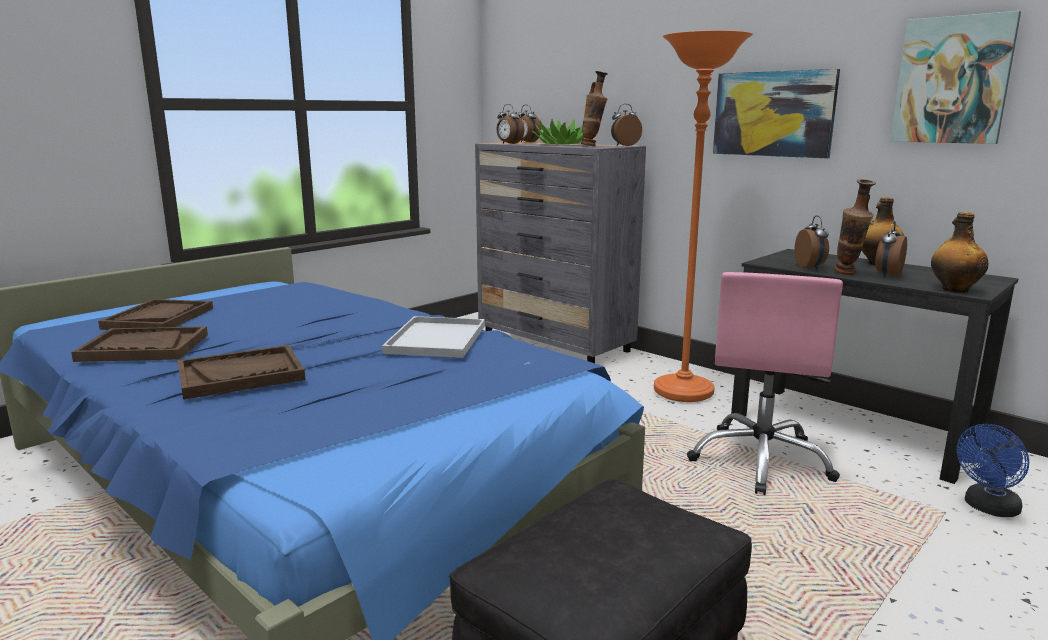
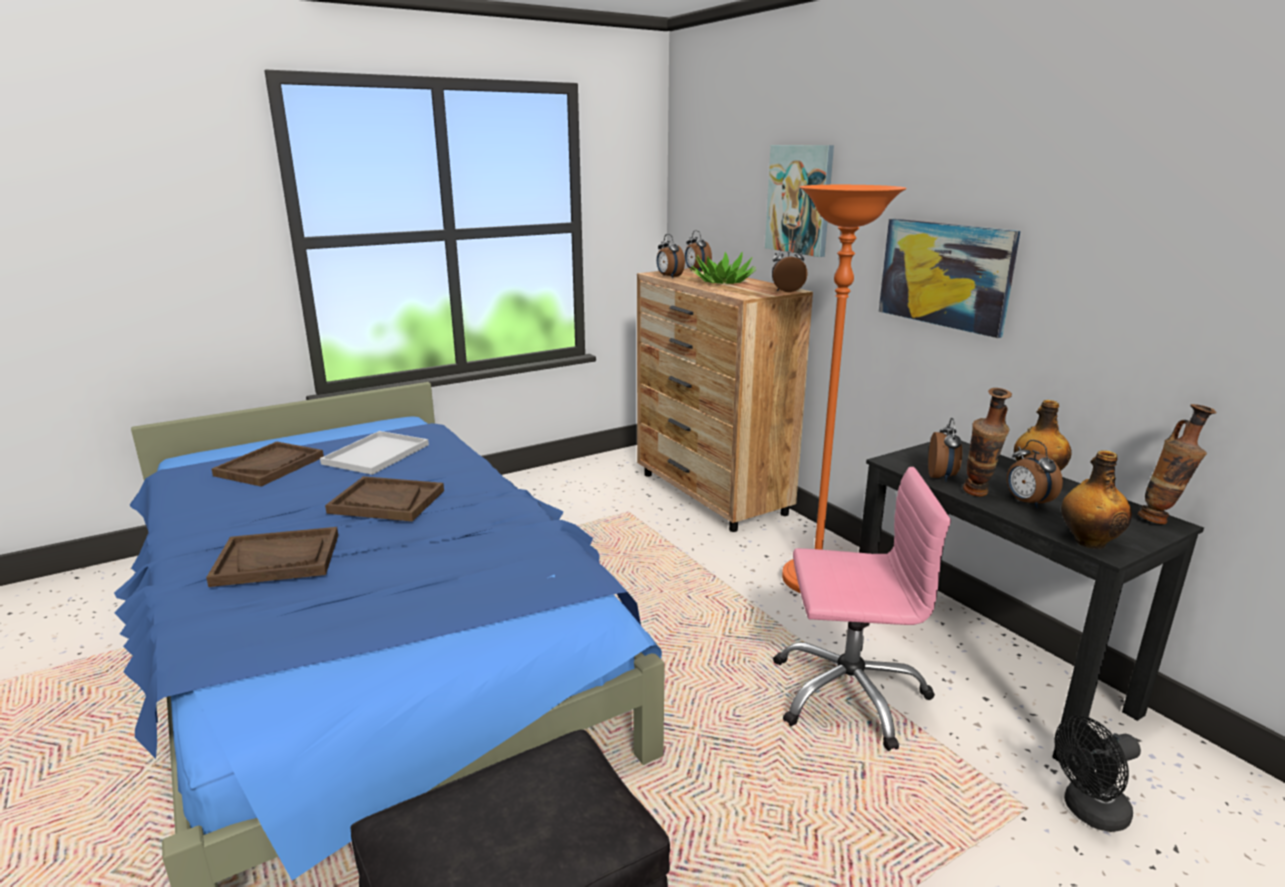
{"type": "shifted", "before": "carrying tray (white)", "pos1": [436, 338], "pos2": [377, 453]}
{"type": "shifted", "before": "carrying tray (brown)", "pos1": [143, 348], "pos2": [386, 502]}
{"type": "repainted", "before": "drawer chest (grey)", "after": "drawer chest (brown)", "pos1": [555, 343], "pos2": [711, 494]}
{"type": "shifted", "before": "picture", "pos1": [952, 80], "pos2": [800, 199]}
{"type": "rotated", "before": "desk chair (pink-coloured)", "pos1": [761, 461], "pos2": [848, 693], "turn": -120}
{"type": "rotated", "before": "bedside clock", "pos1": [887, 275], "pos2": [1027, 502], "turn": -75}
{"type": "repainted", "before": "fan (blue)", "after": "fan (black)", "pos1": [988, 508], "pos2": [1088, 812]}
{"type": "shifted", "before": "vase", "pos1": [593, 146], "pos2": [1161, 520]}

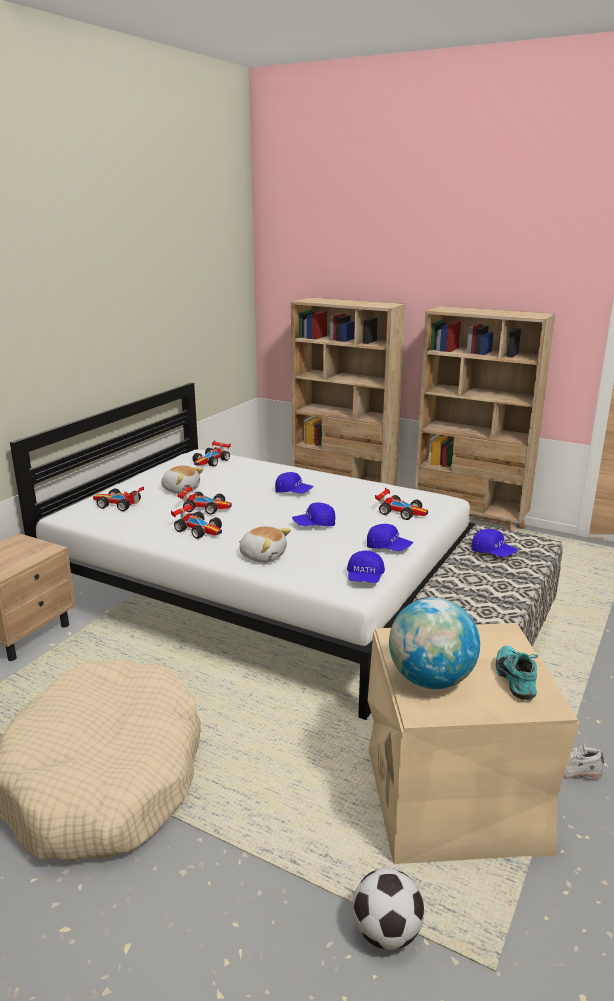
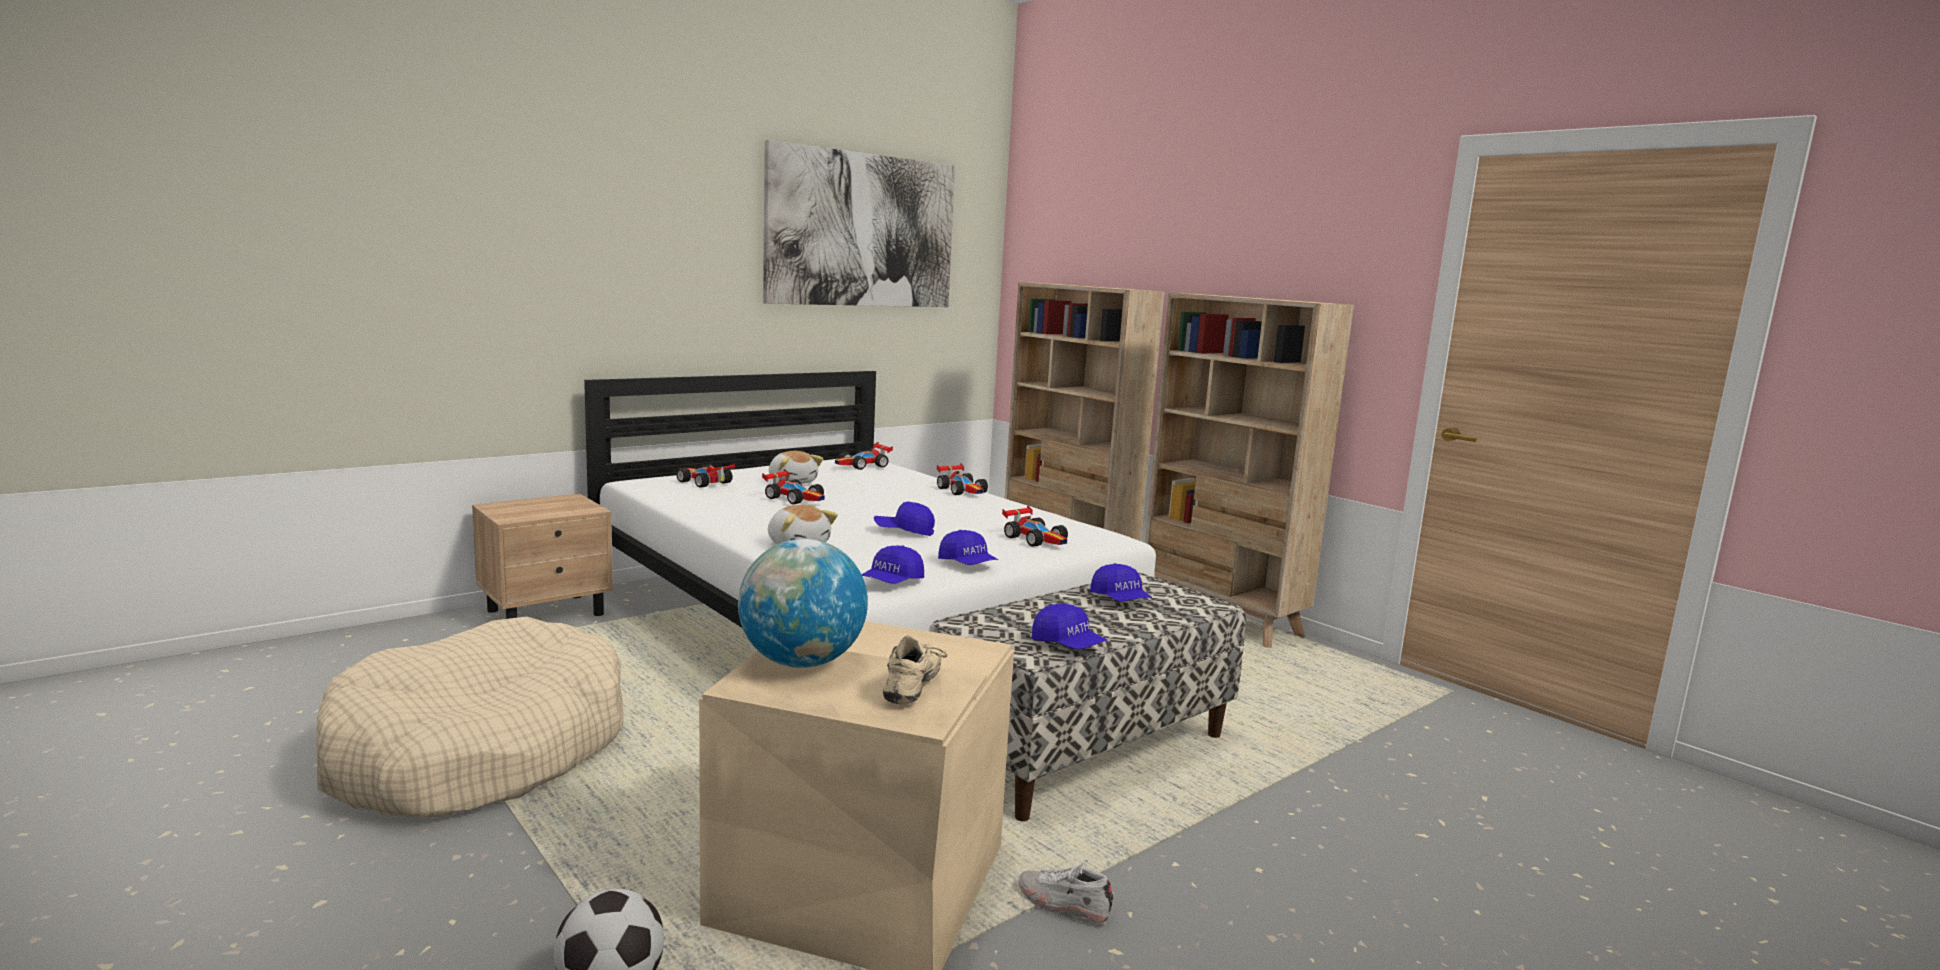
{"type": "new", "after": "picture", "pos2": [862, 230]}
{"type": "repainted", "before": "low shoe (turquoise-coloured)", "after": "low shoe (beige)", "pos1": [517, 680], "pos2": [916, 686]}
{"type": "shifted", "before": "model car", "pos1": [199, 530], "pos2": [963, 490]}
{"type": "shifted", "before": "baseball cap (blue)", "pos1": [293, 492], "pos2": [1068, 645]}

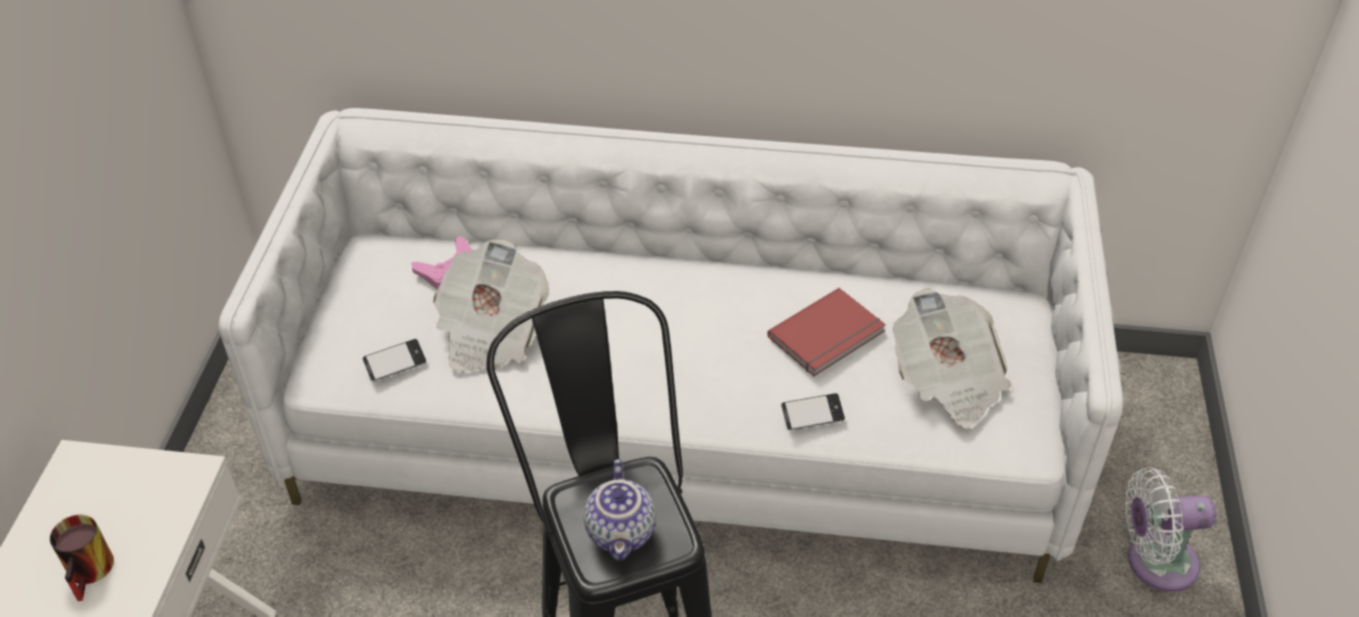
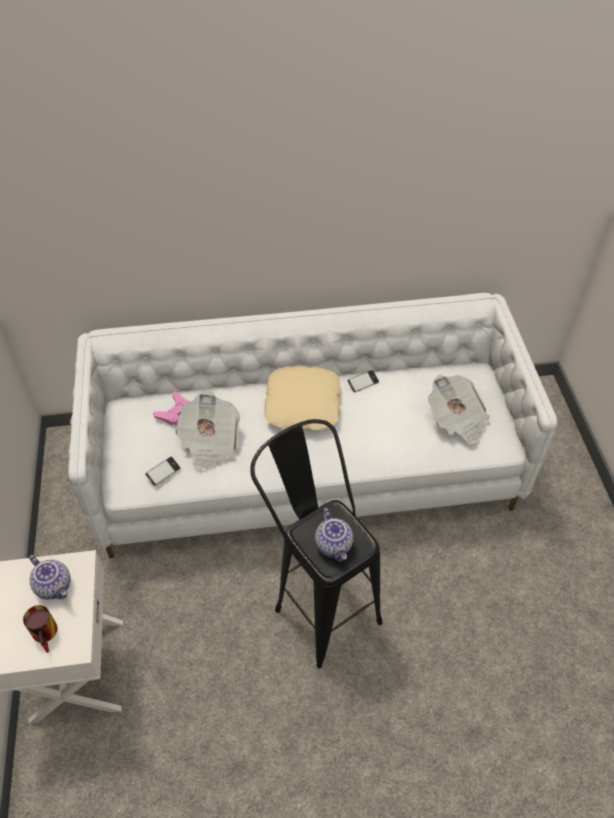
{"type": "new", "after": "pot for tea", "pos2": [55, 586]}
{"type": "new", "after": "throw pillow (beige)", "pos2": [303, 404]}
{"type": "shifted", "before": "telephone", "pos1": [812, 415], "pos2": [363, 383]}
{"type": "gone", "before": "book (red)", "pos1": [828, 336]}
{"type": "gone", "before": "fan (white)", "pos1": [1154, 562]}

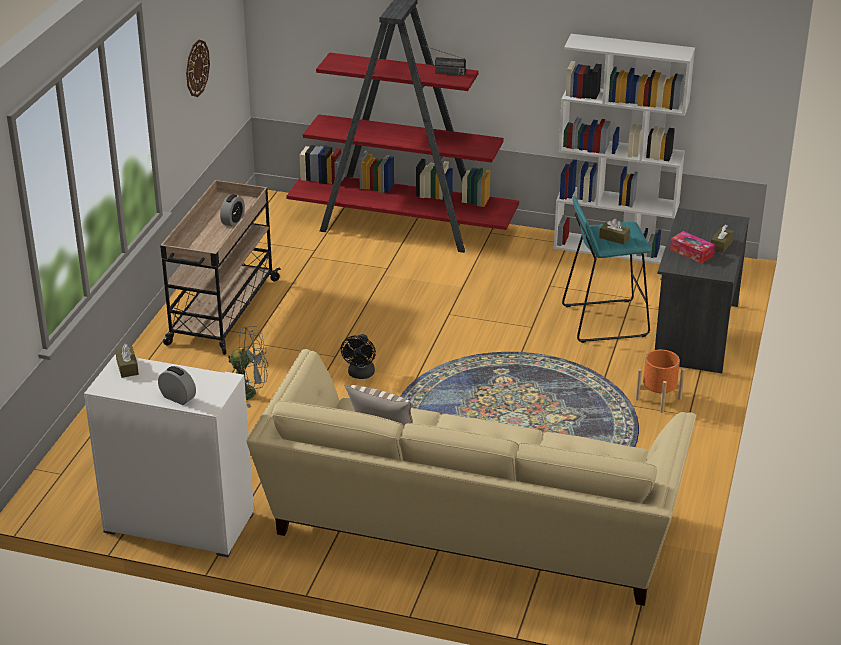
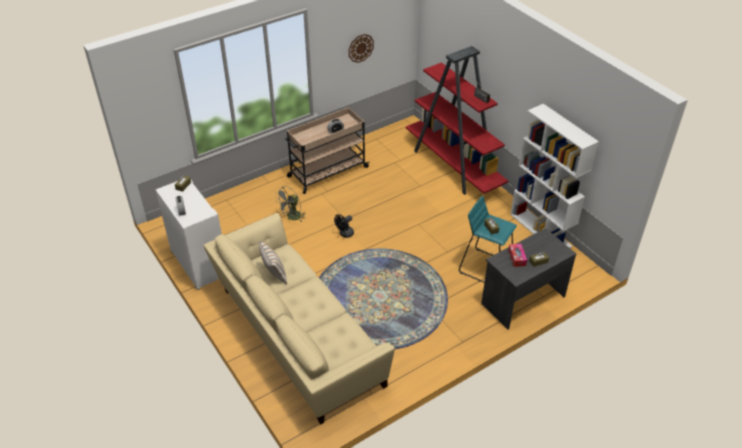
{"type": "rotated", "before": "fan (grey)", "pos1": [249, 393], "pos2": [292, 217], "turn": 90}
{"type": "gone", "before": "flower pot (orange-coloured)", "pos1": [658, 399]}

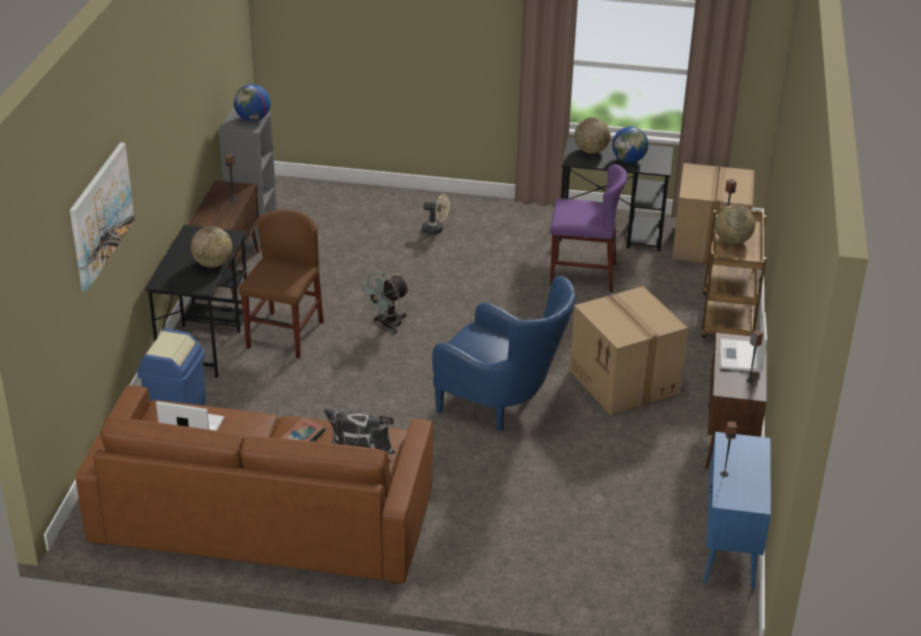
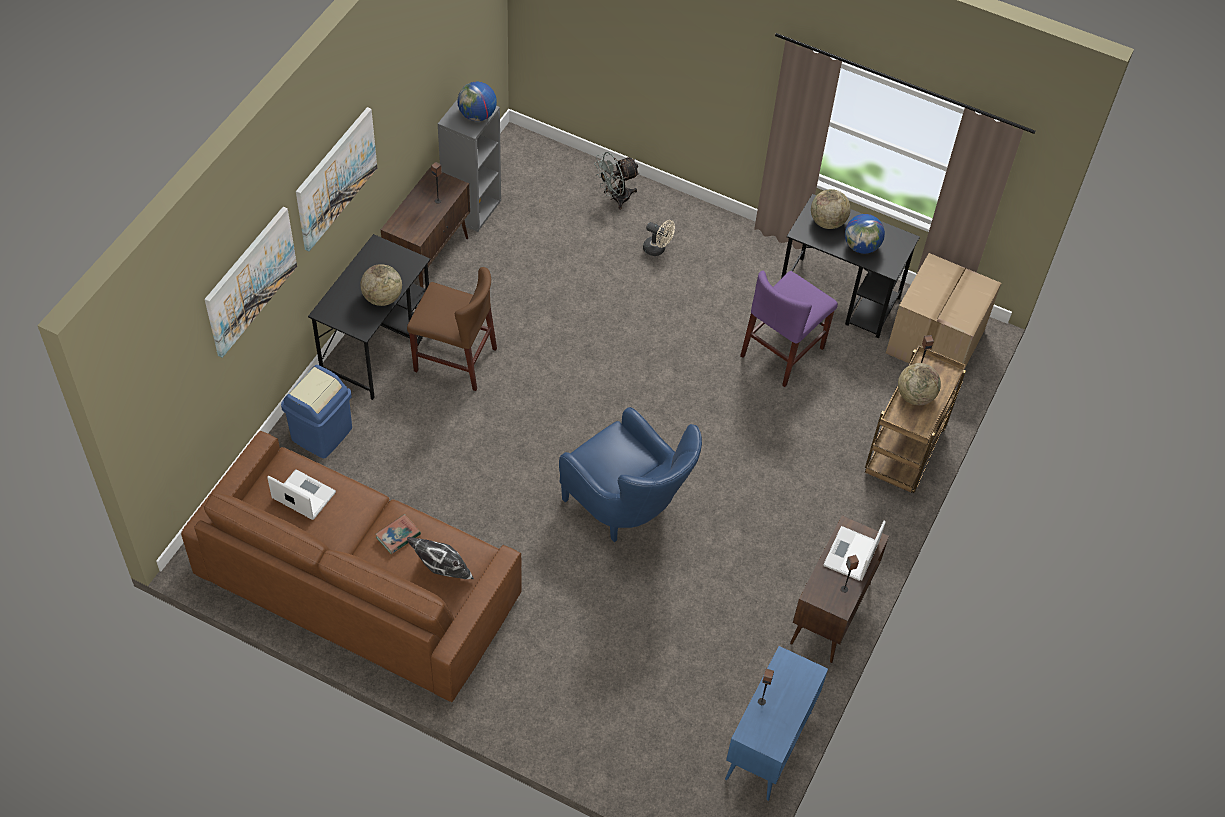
{"type": "new", "after": "picture", "pos2": [335, 178]}
{"type": "rotated", "before": "chair (brown)", "pos1": [285, 335], "pos2": [455, 360], "turn": 75}
{"type": "shifted", "before": "fan (grey)", "pos1": [387, 325], "pos2": [615, 198]}
{"type": "rotated", "before": "chair (purplish)", "pos1": [583, 274], "pos2": [782, 352], "turn": 105}
{"type": "gone", "before": "carton", "pos1": [626, 382]}

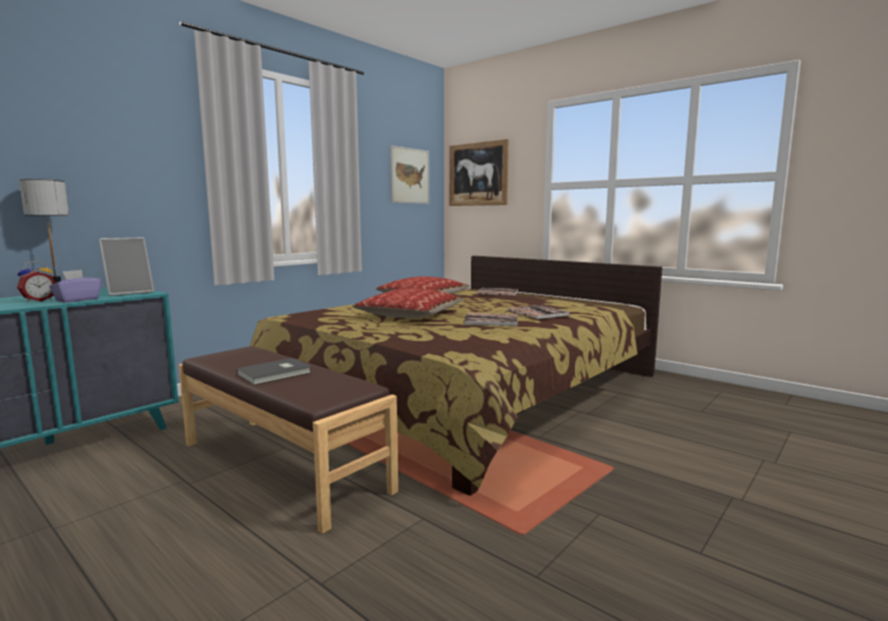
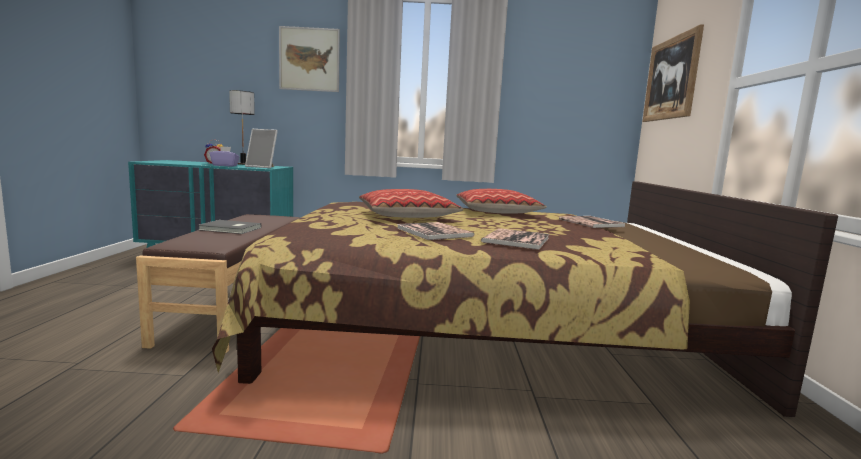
{"type": "shifted", "before": "picture", "pos1": [409, 176], "pos2": [309, 59]}

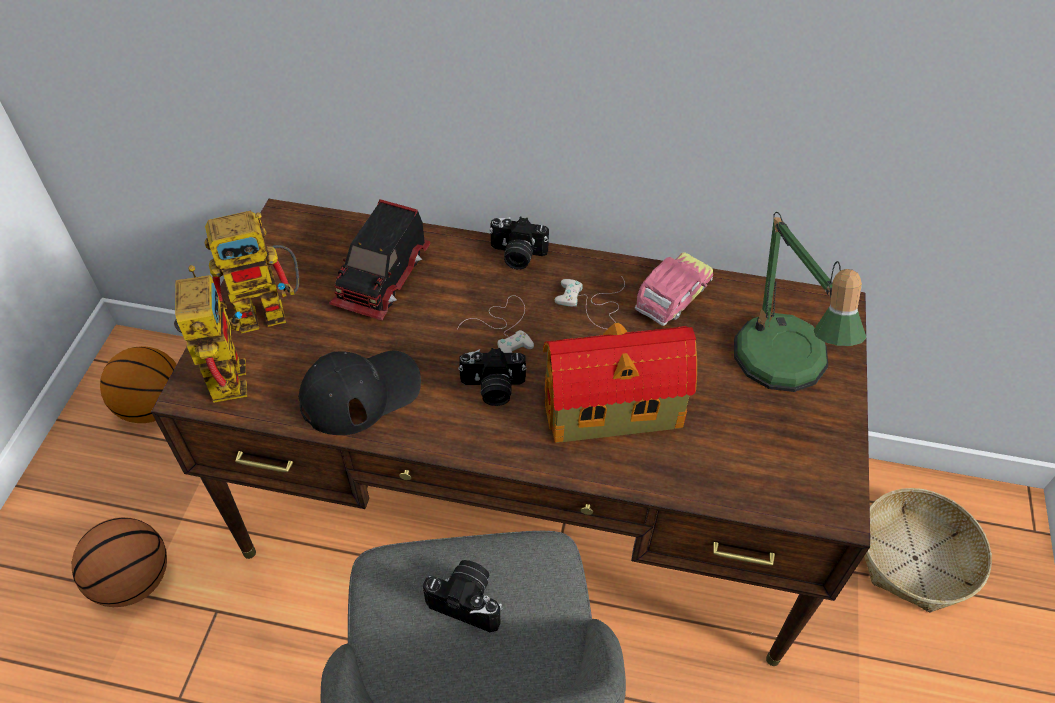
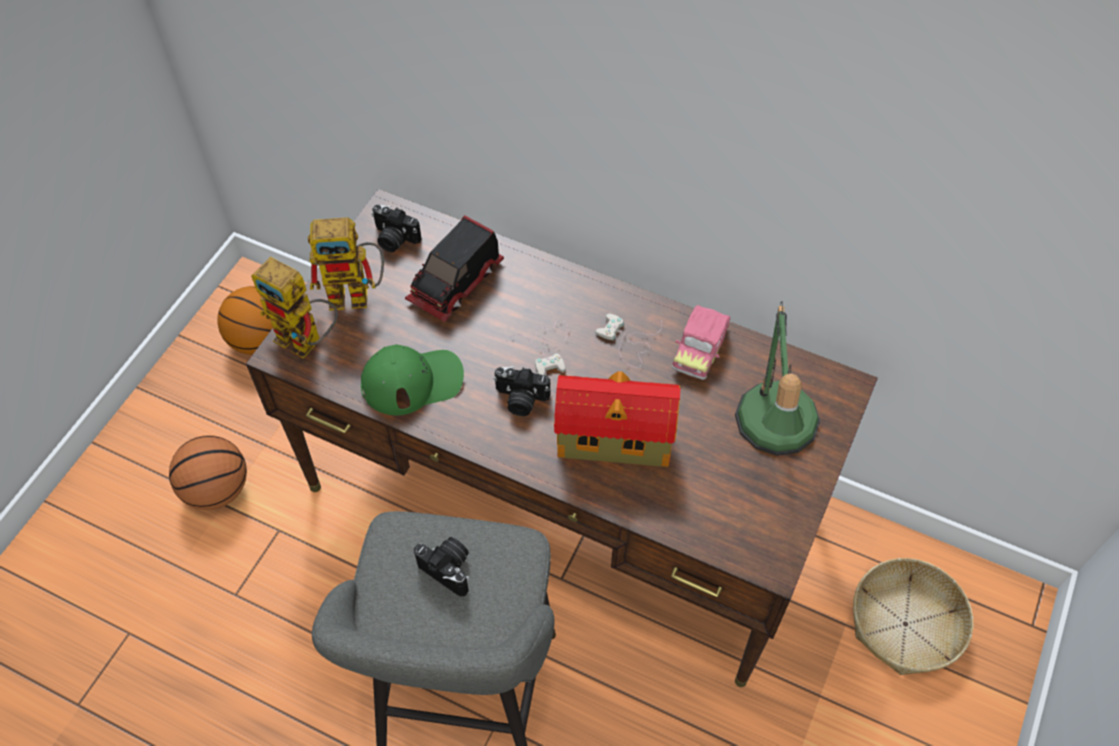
{"type": "rotated", "before": "robot figure", "pos1": [223, 372], "pos2": [308, 341], "turn": 120}
{"type": "repainted", "before": "baseball cap (black)", "after": "baseball cap (greenish)", "pos1": [361, 392], "pos2": [412, 381]}
{"type": "shifted", "before": "photo camera", "pos1": [517, 255], "pos2": [394, 239]}
{"type": "rotated", "before": "model car", "pos1": [672, 298], "pos2": [700, 349], "turn": 150}

